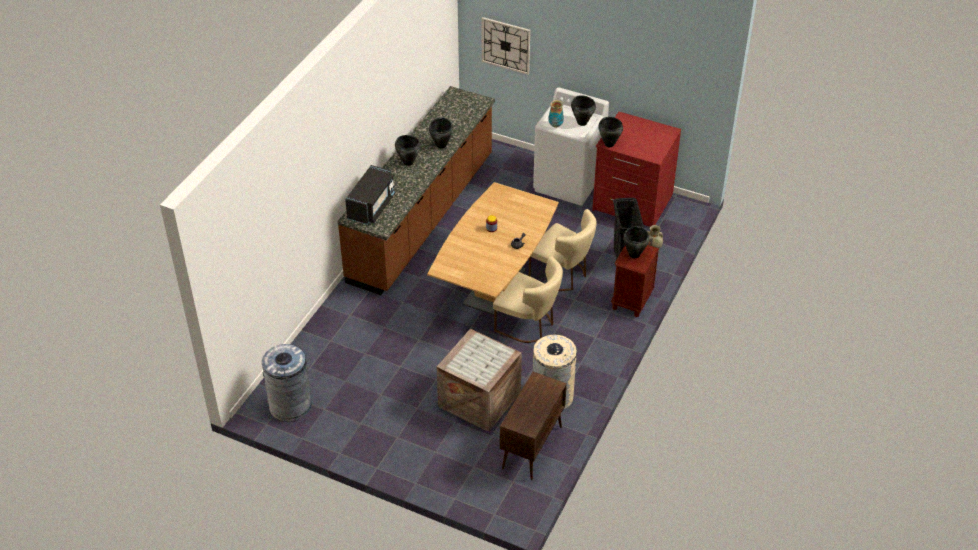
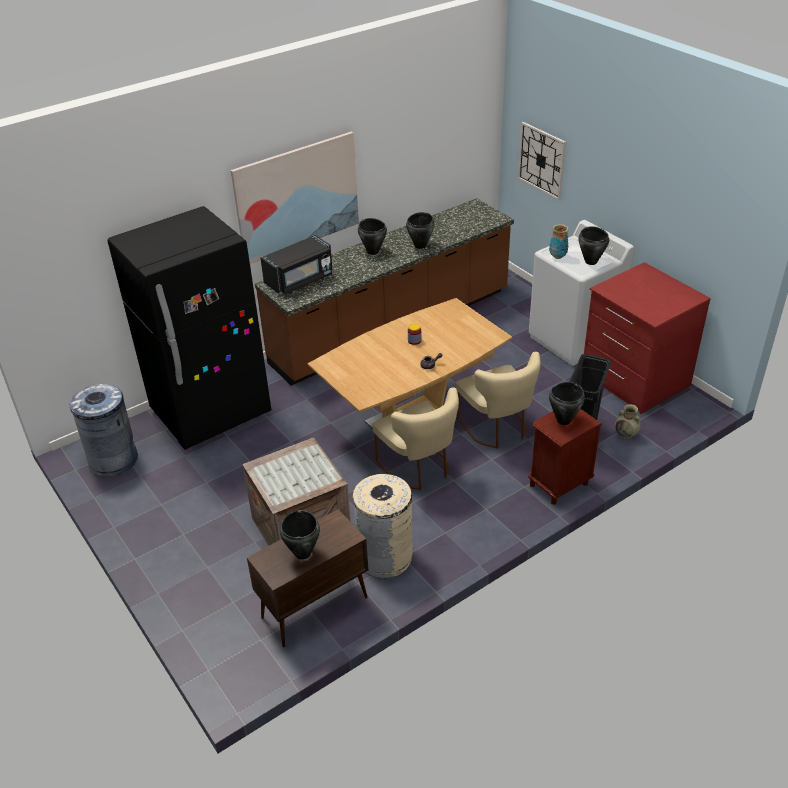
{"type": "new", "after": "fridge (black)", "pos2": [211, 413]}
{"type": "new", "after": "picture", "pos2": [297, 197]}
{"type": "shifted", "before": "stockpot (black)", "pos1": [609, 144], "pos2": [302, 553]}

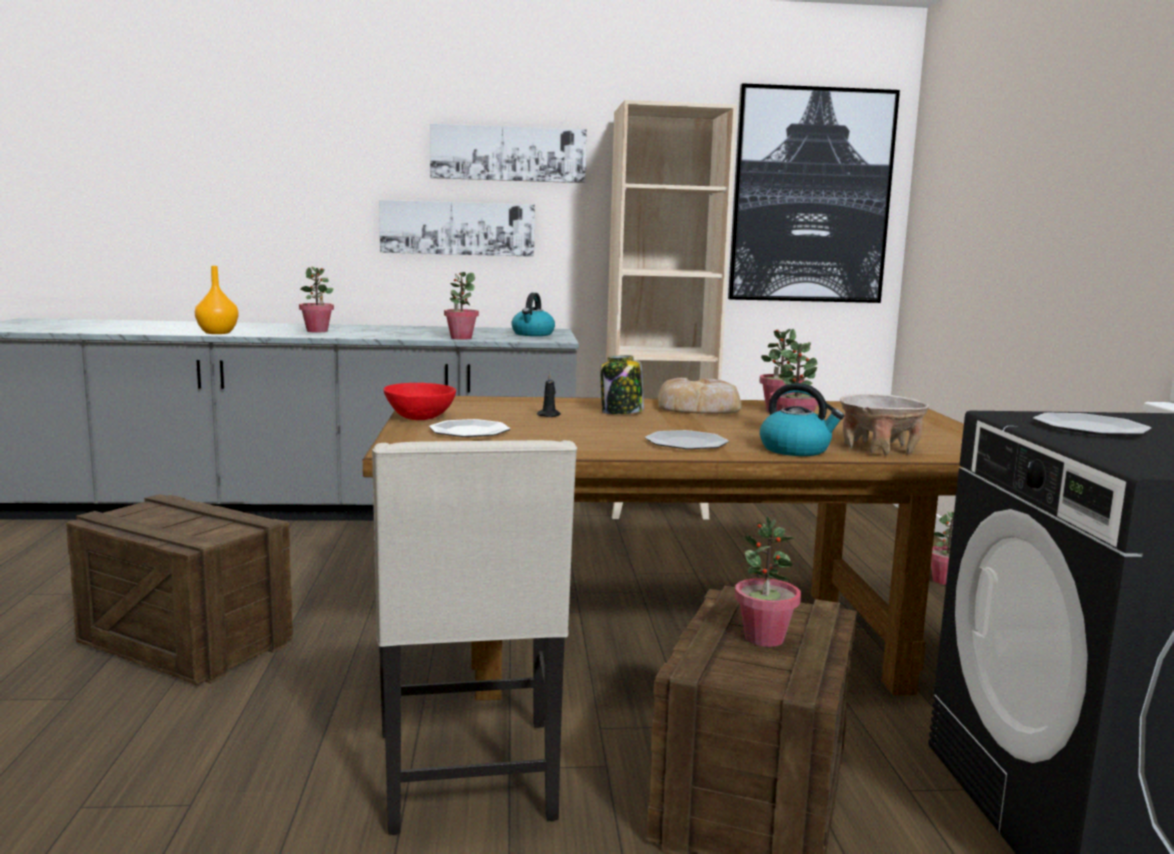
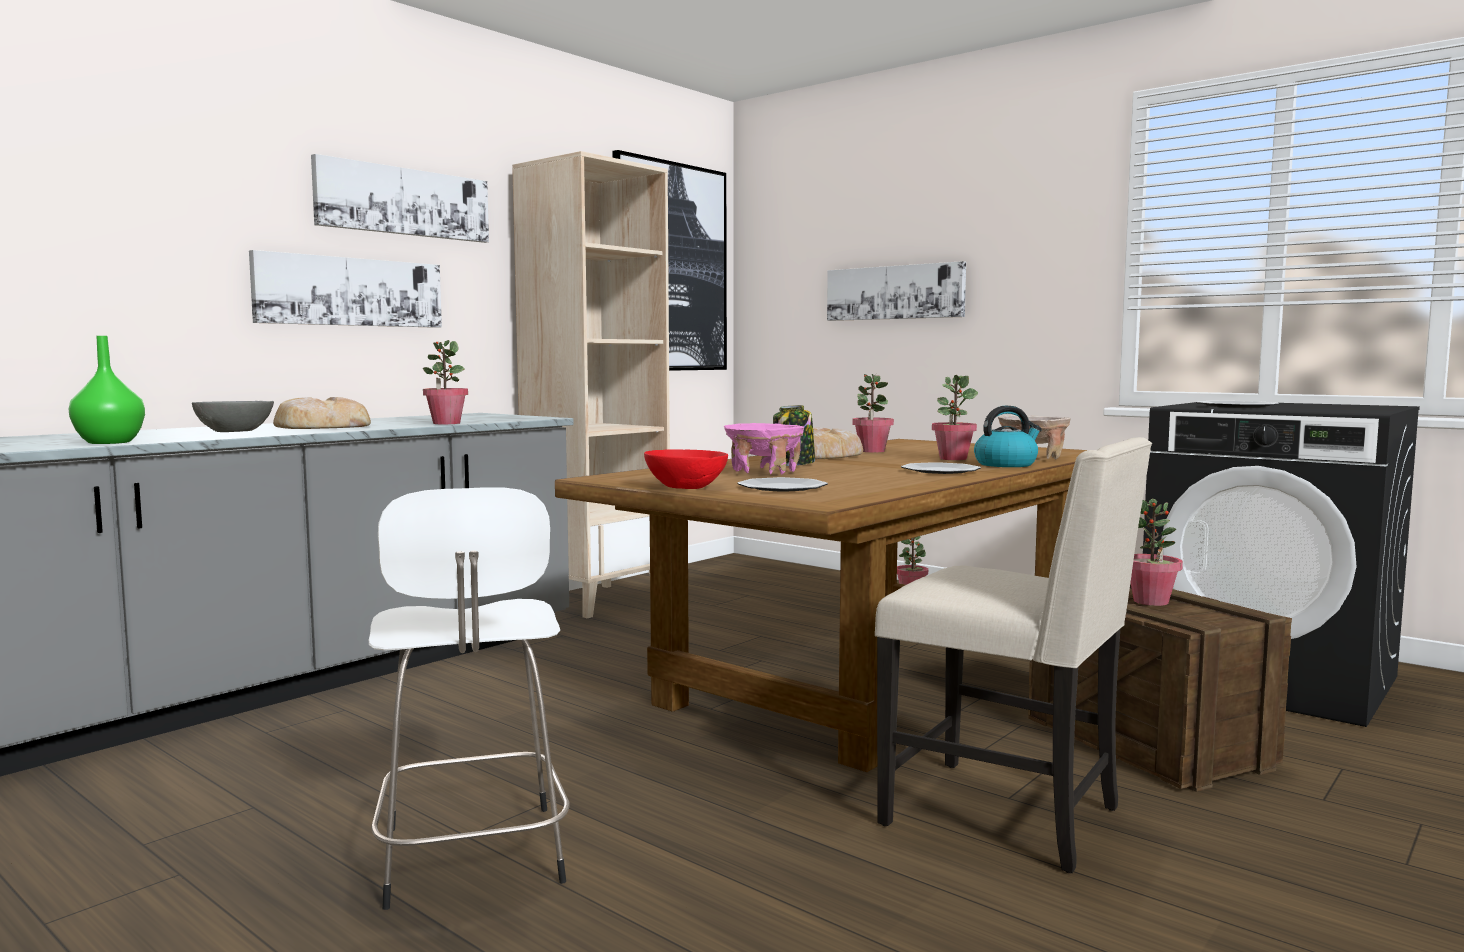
{"type": "repainted", "before": "vase (orange-coloured)", "after": "vase (greenish)", "pos1": [218, 333], "pos2": [111, 442]}
{"type": "swapped", "before": "houseplant", "after": "serving bowl (grey)", "pos1": [317, 331], "pos2": [234, 431]}
{"type": "new", "after": "bread", "pos2": [321, 426]}
{"type": "swapped", "before": "crate", "after": "sitting stool (white)", "pos1": [185, 642], "pos2": [472, 859]}
{"type": "swapped", "before": "candle (black)", "after": "serving bowl (pink-coloured)", "pos1": [549, 415], "pos2": [763, 472]}
{"type": "new", "after": "picture", "pos2": [895, 292]}
{"type": "gone", "before": "water kettle", "pos1": [533, 334]}

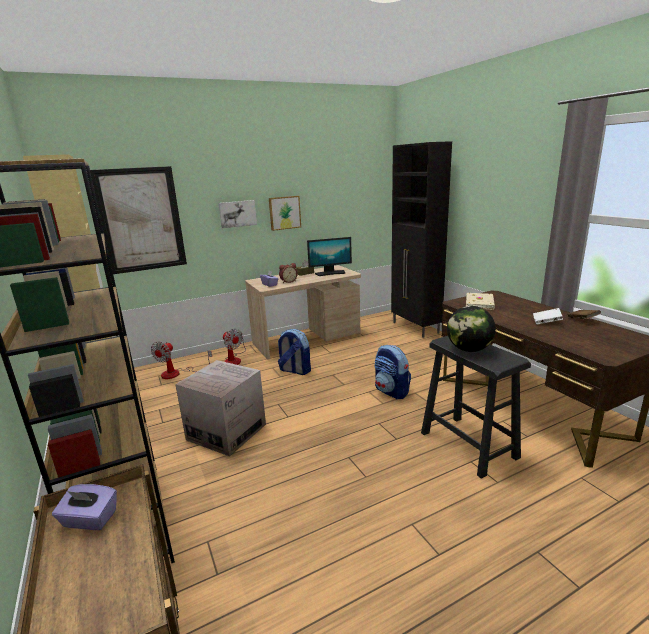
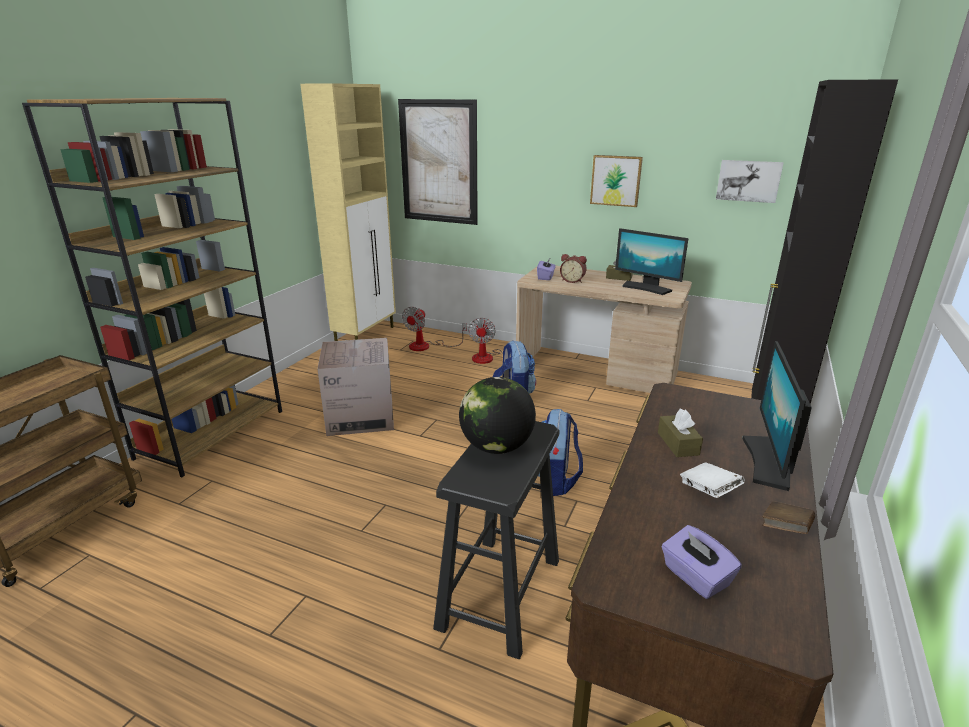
{"type": "rotated", "before": "fan", "pos1": [177, 373], "pos2": [427, 346], "turn": -45}
{"type": "new", "after": "box of tissues (brown)", "pos2": [678, 443]}
{"type": "shifted", "before": "box of tissues (purplish)", "pos1": [89, 520], "pos2": [695, 577]}
{"type": "shifted", "before": "picture", "pos1": [237, 213], "pos2": [748, 180]}
{"type": "new", "after": "computer display", "pos2": [768, 462]}
{"type": "gone", "before": "book (beige)", "pos1": [480, 303]}

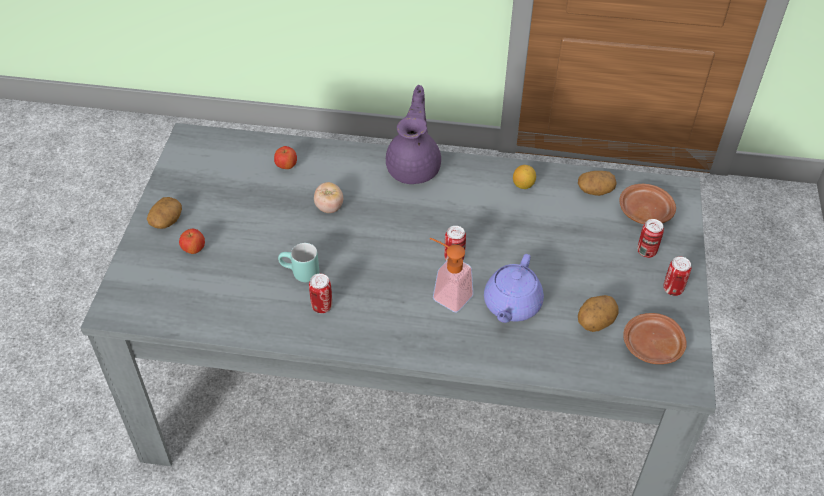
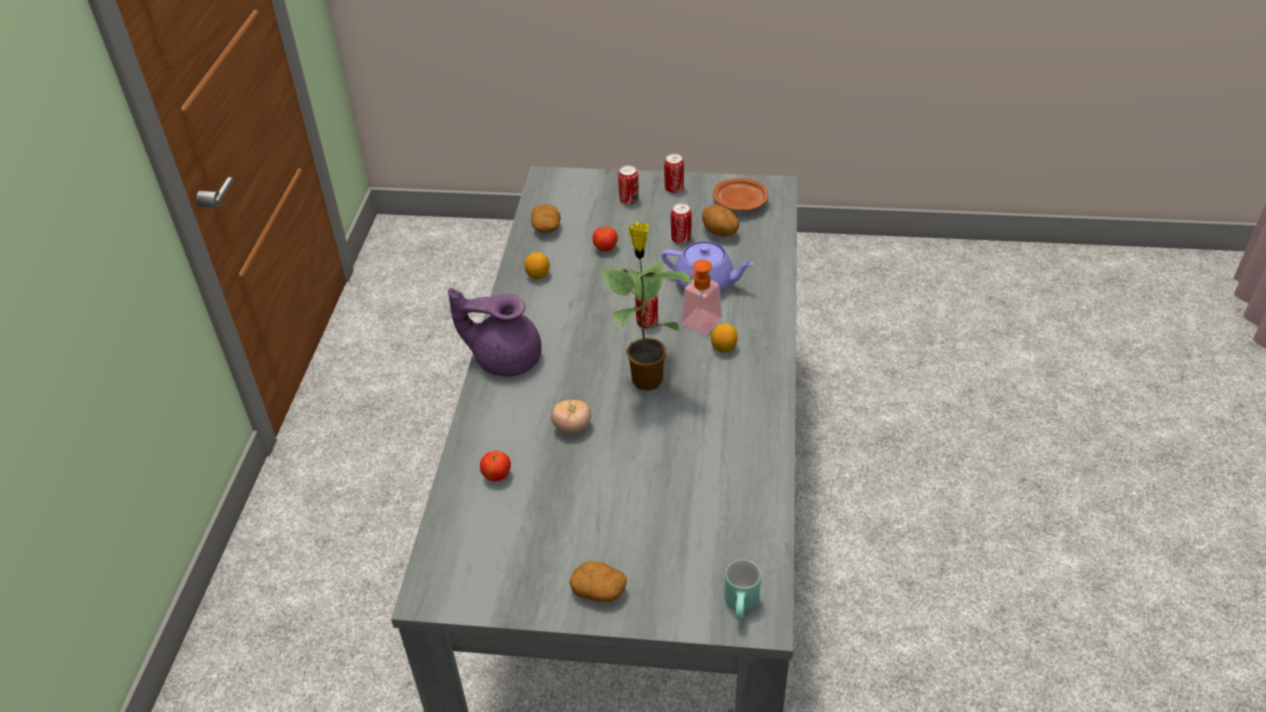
{"type": "shifted", "before": "whole apple", "pos1": [194, 250], "pos2": [605, 249]}
{"type": "new", "after": "houseplant", "pos2": [646, 378]}
{"type": "shifted", "before": "can", "pos1": [322, 306], "pos2": [681, 239]}
{"type": "new", "after": "citrus fruit", "pos2": [723, 348]}
{"type": "shifted", "before": "tea mug (turquoise-coloured)", "pos1": [299, 274], "pos2": [743, 607]}
{"type": "gone", "before": "plate (brown)", "pos1": [644, 211]}

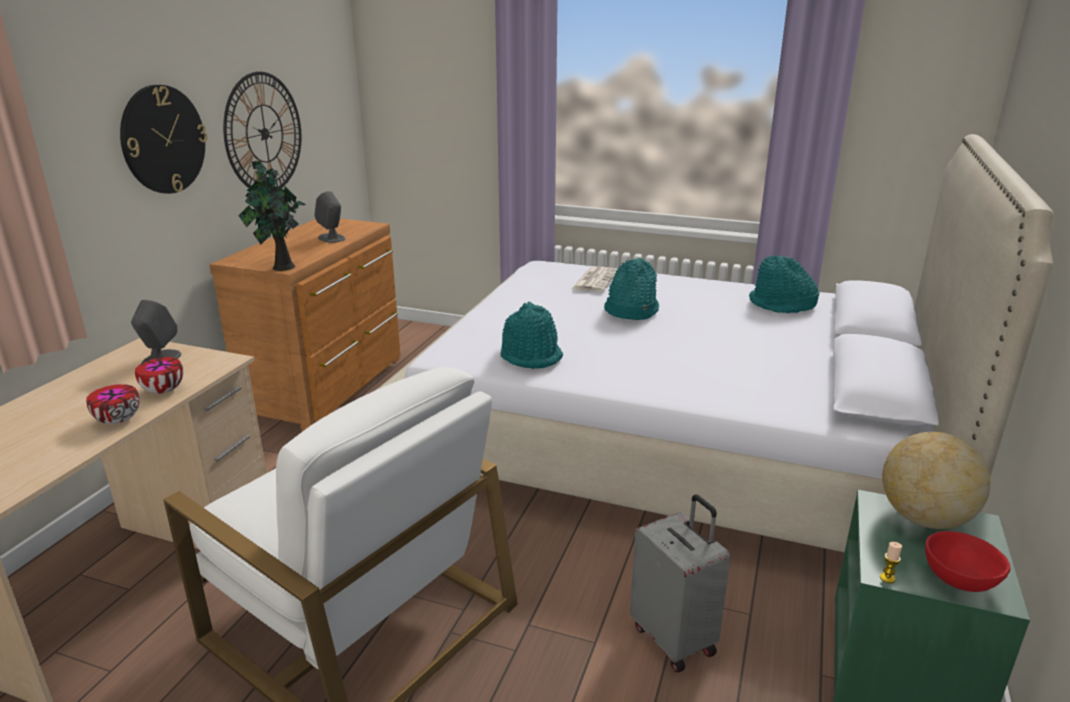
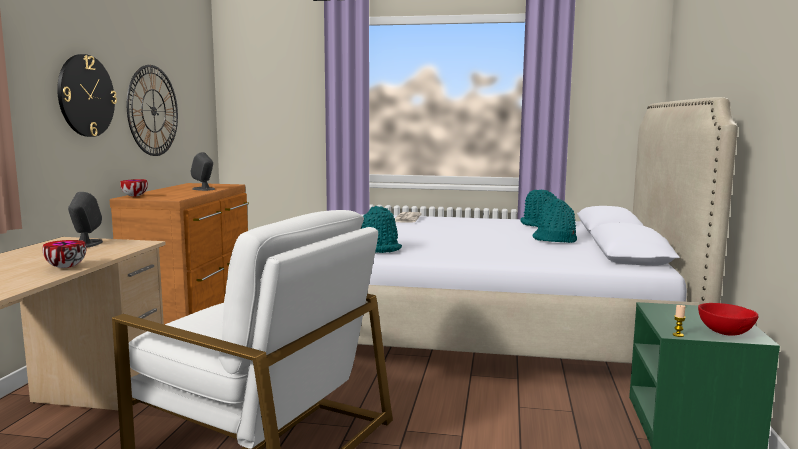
{"type": "shifted", "before": "serving bowl", "pos1": [162, 390], "pos2": [134, 196]}
{"type": "shifted", "before": "clothing hat (turquoise-coloured)", "pos1": [630, 310], "pos2": [554, 240]}
{"type": "gone", "before": "houseplant", "pos1": [281, 267]}
{"type": "gone", "before": "travel case (grey)", "pos1": [675, 639]}
{"type": "gone", "before": "globe", "pos1": [924, 519]}

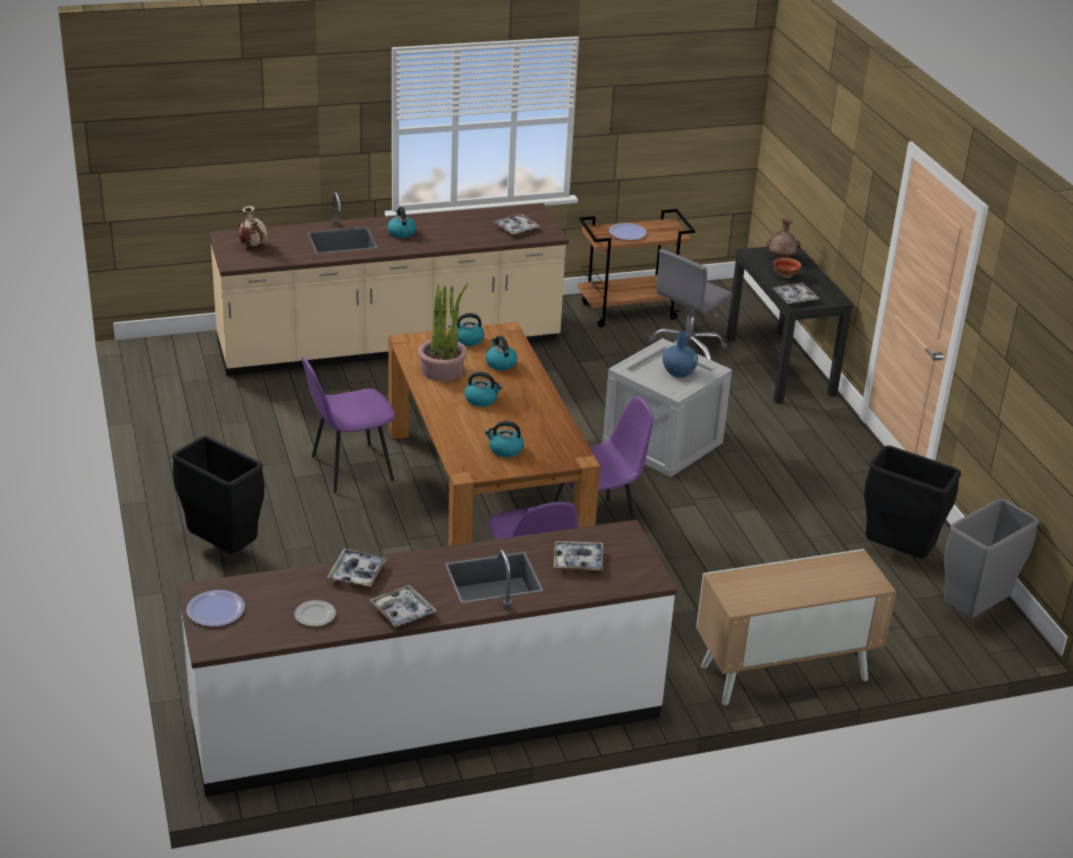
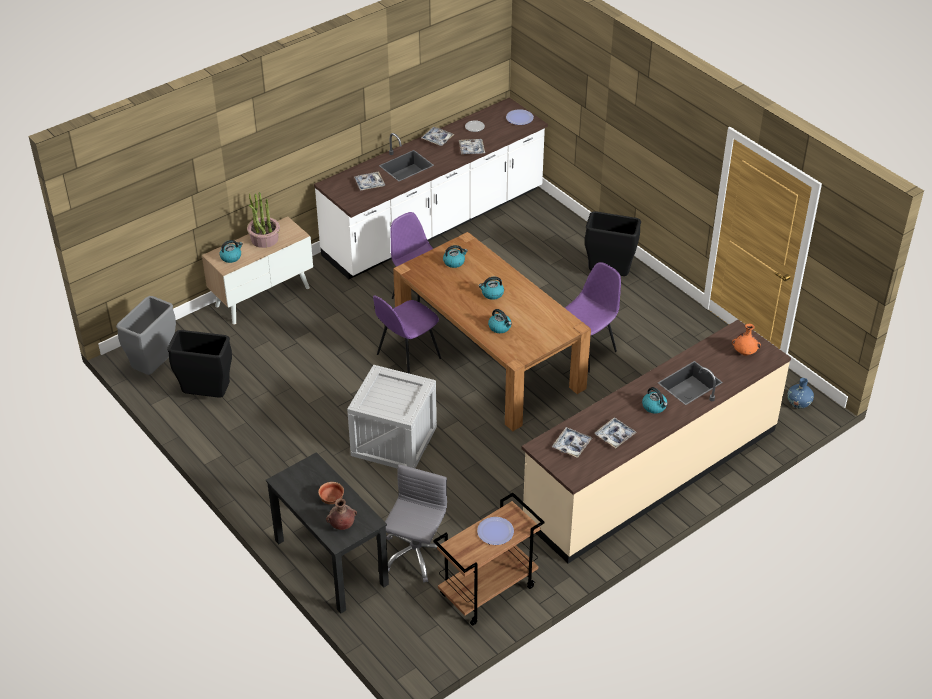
{"type": "shifted", "before": "water kettle", "pos1": [467, 340], "pos2": [231, 257]}
{"type": "shifted", "before": "houseplant", "pos1": [442, 370], "pos2": [264, 239]}
{"type": "shifted", "before": "carrying tray", "pos1": [794, 298], "pos2": [615, 436]}
{"type": "repainted", "before": "vase (beige)", "after": "vase (orange-coloured)", "pos1": [252, 245], "pos2": [745, 353]}
{"type": "shifted", "before": "vase (blue)", "pos1": [678, 372], "pos2": [798, 403]}

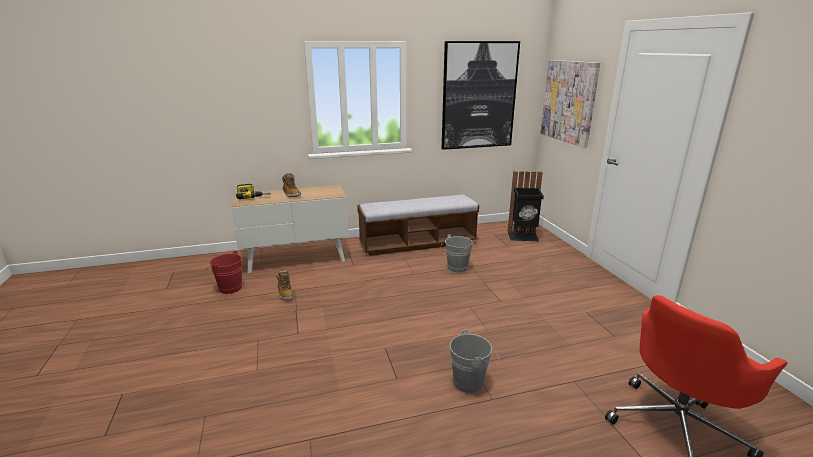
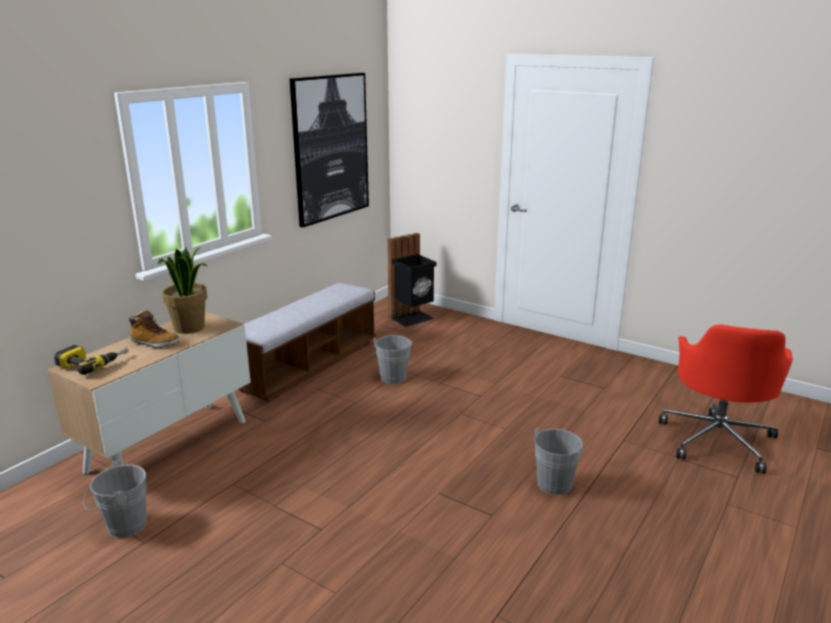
{"type": "repainted", "before": "water bucket (red)", "after": "water bucket (grey)", "pos1": [228, 288], "pos2": [122, 526]}
{"type": "new", "after": "houseplant", "pos2": [190, 328]}
{"type": "gone", "before": "high-top boot", "pos1": [285, 293]}
{"type": "gone", "before": "picture", "pos1": [569, 101]}

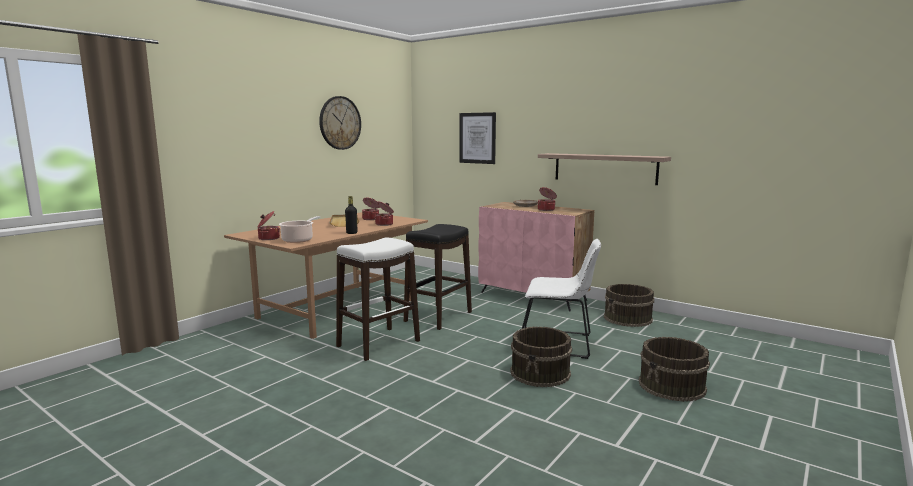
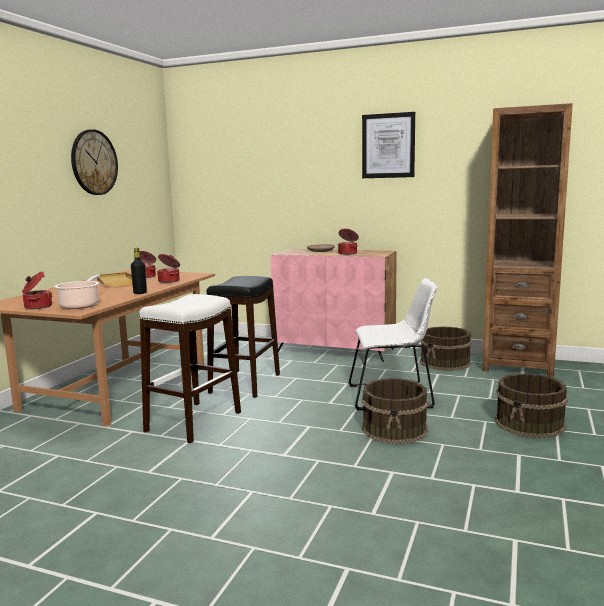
{"type": "shifted", "before": "picture", "pos1": [477, 138], "pos2": [388, 146]}
{"type": "new", "after": "bookcase (brown)", "pos2": [517, 365]}
{"type": "gone", "before": "wall shelf", "pos1": [604, 168]}

